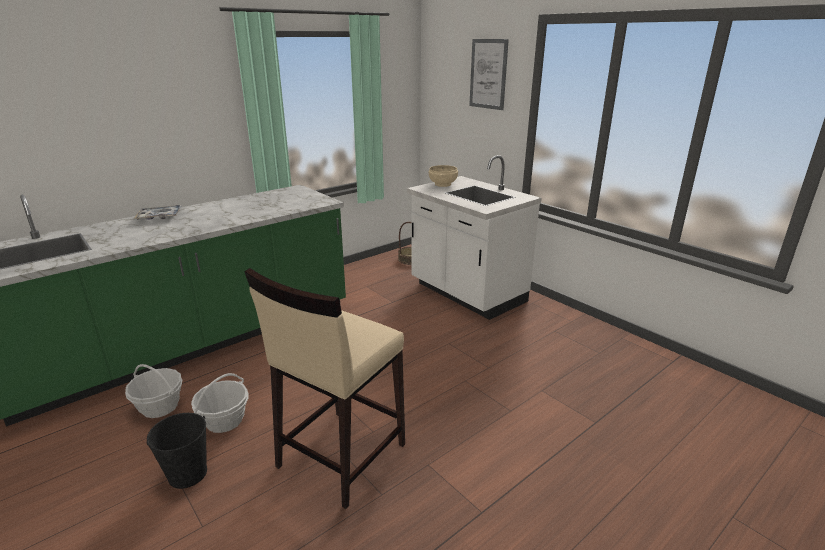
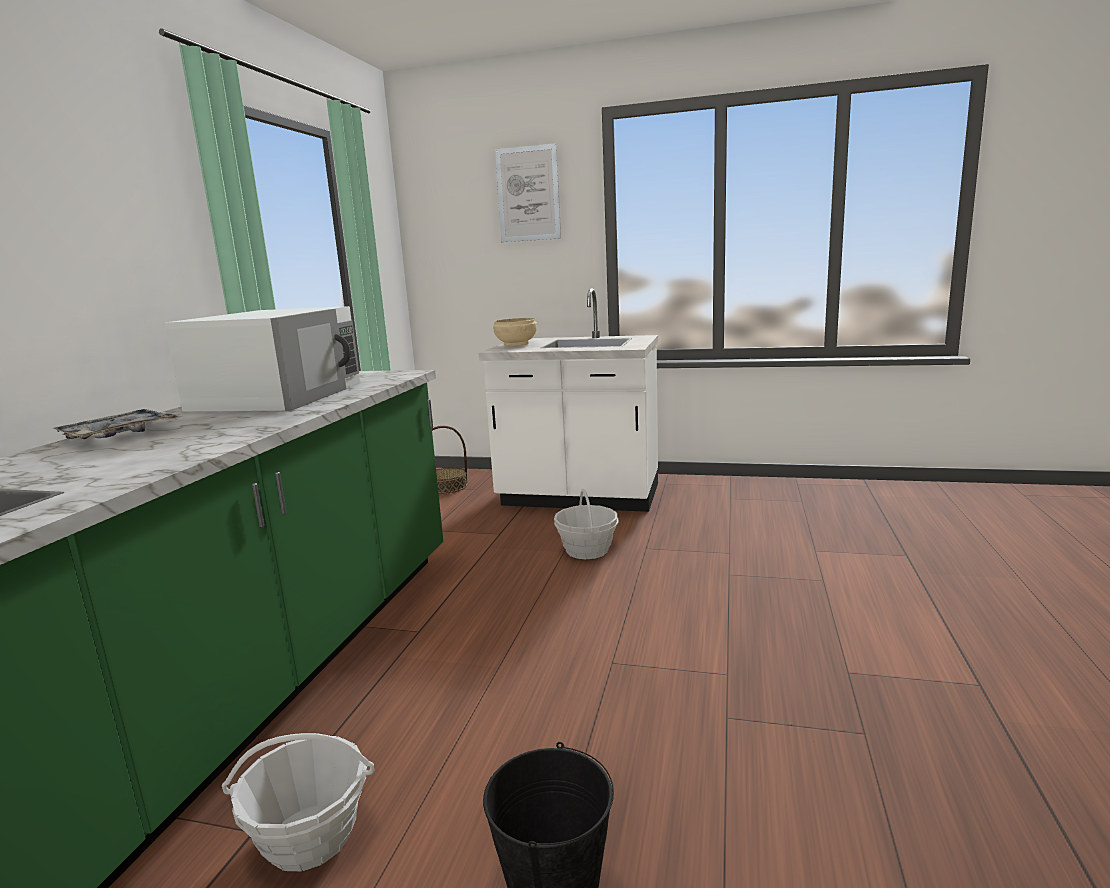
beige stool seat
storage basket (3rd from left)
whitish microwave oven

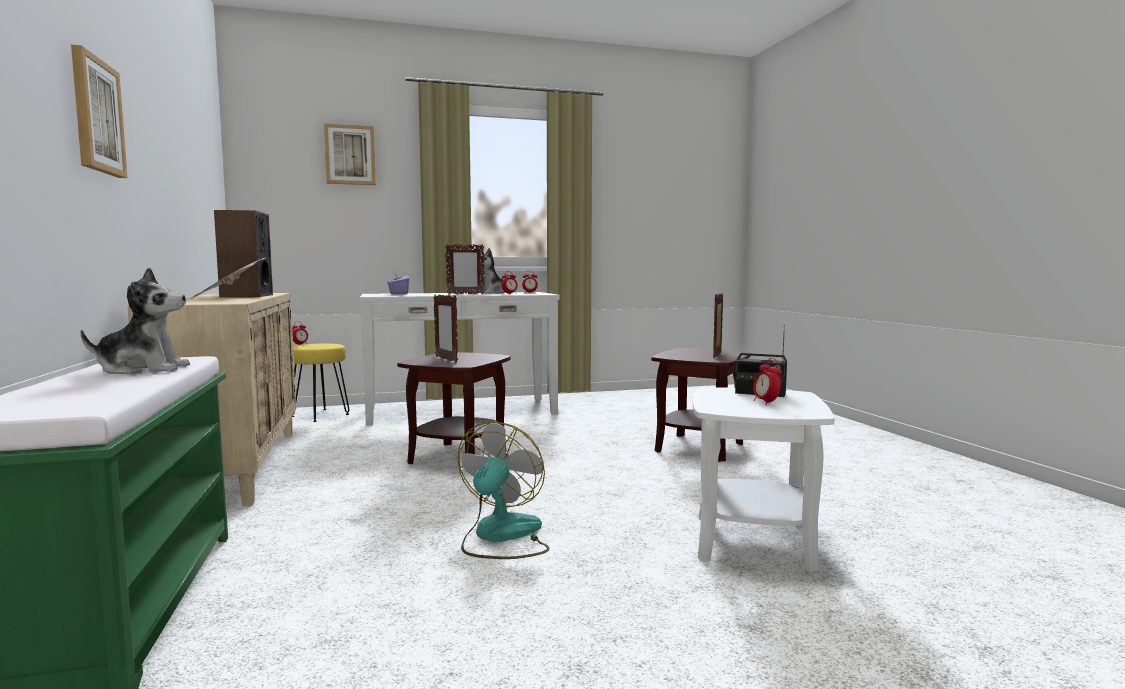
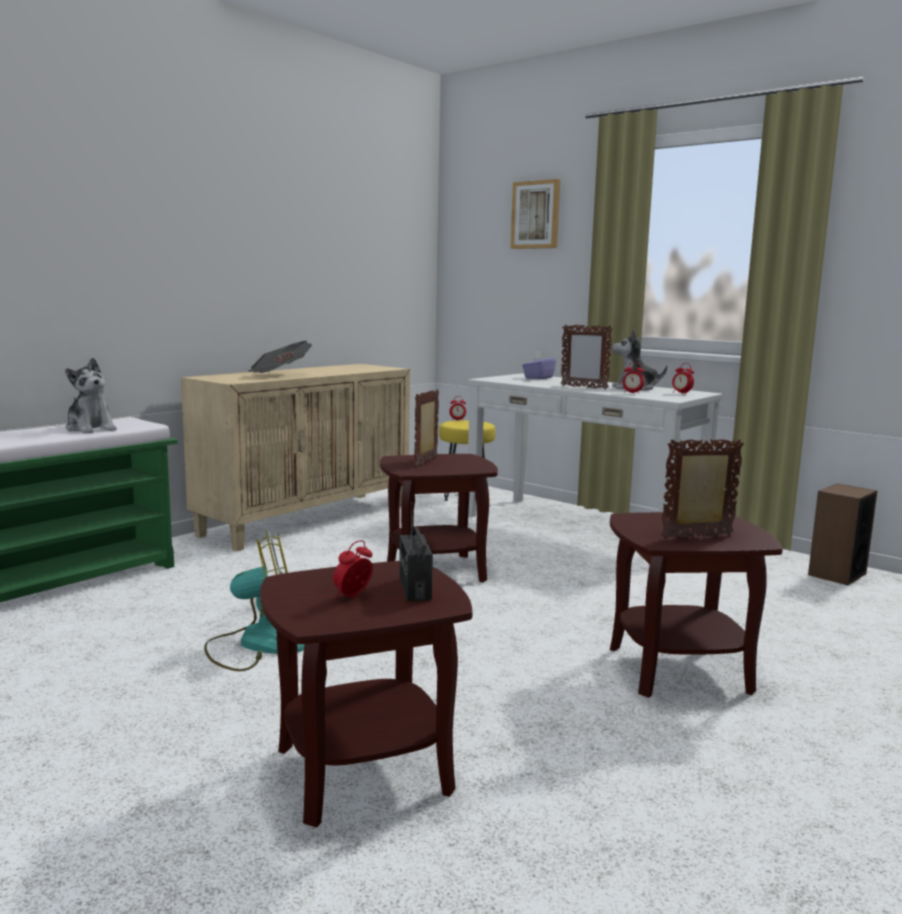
wall art (1st from left in the first image)
speaker
brown accent table (1st from left)

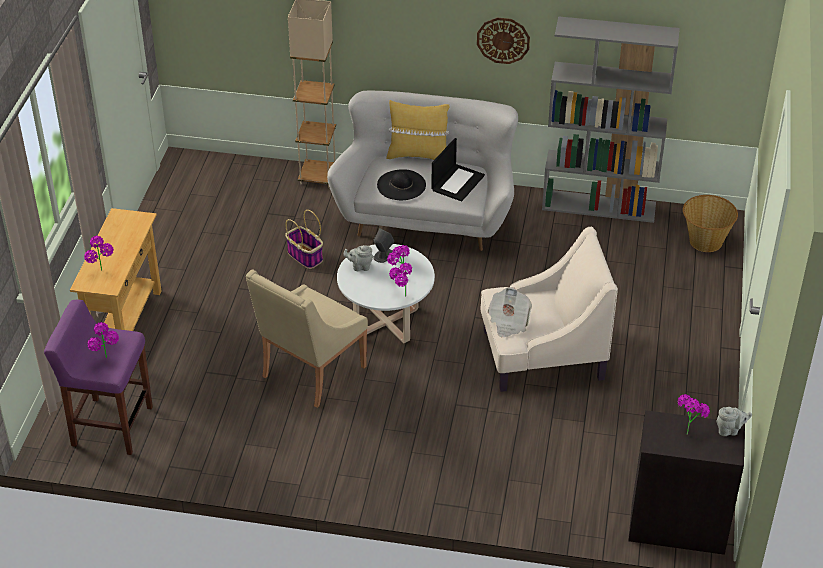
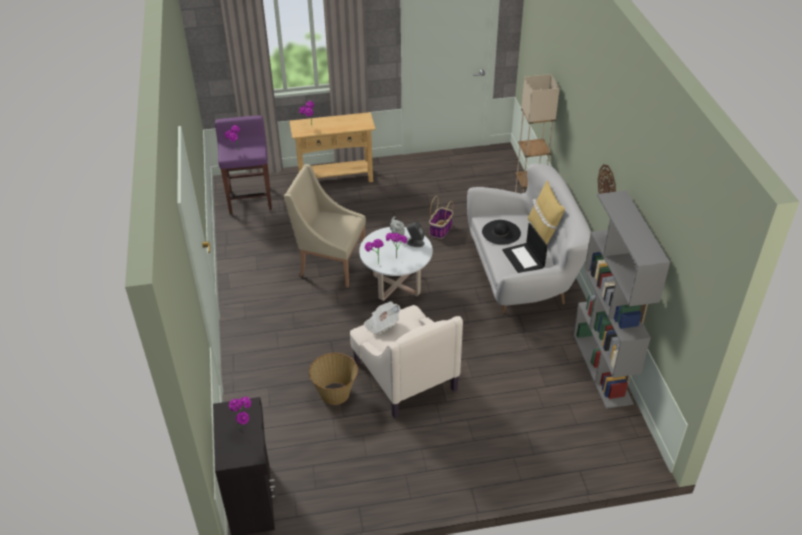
laptop
storage basket (1st from left)
gray tea pot (2nd from left in the first image)

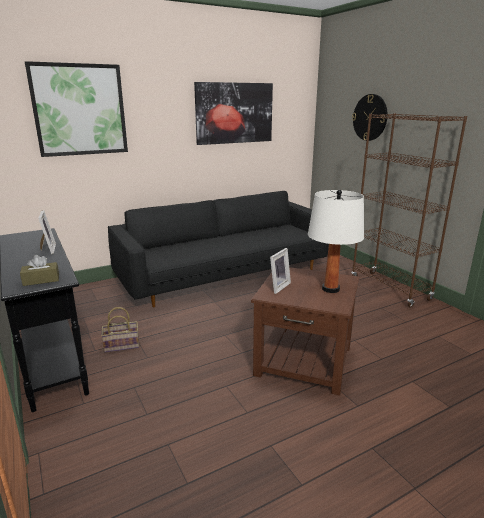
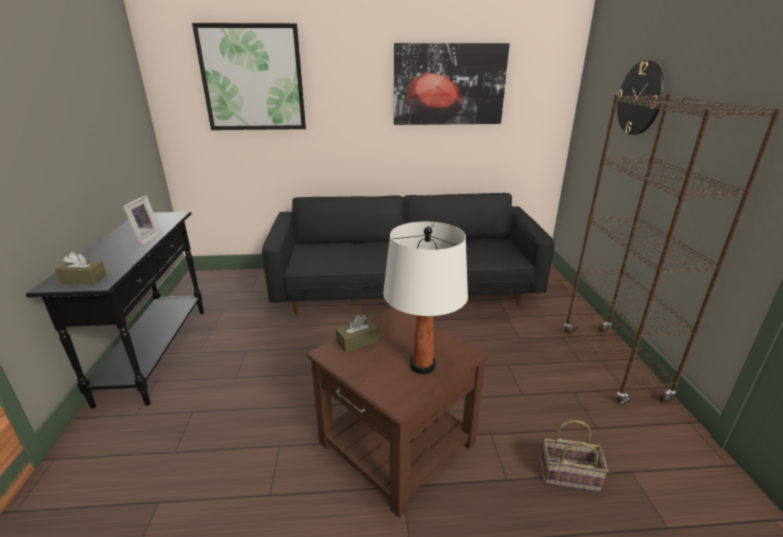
brown box of tissues (2nd from left)
storage basket

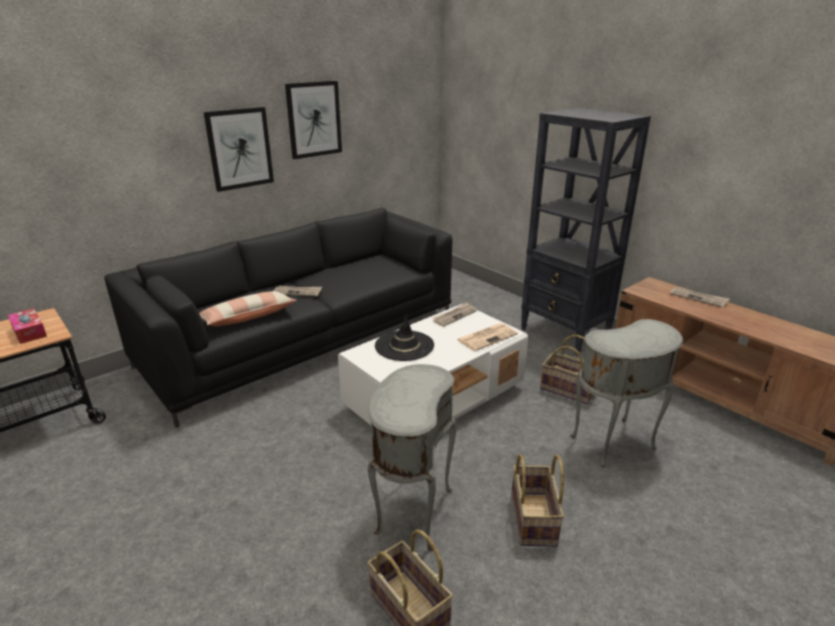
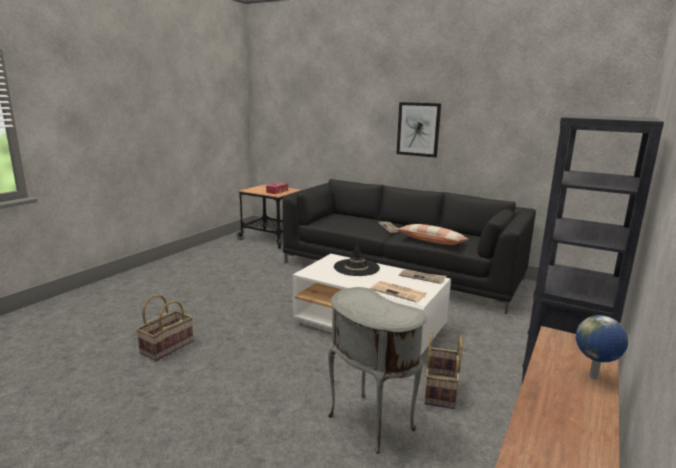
wall art (2nd from left in the first image)
desk globe
throw pillow
gray accent table (1st from left in the first image)
storage basket (2nd from left in the first image)

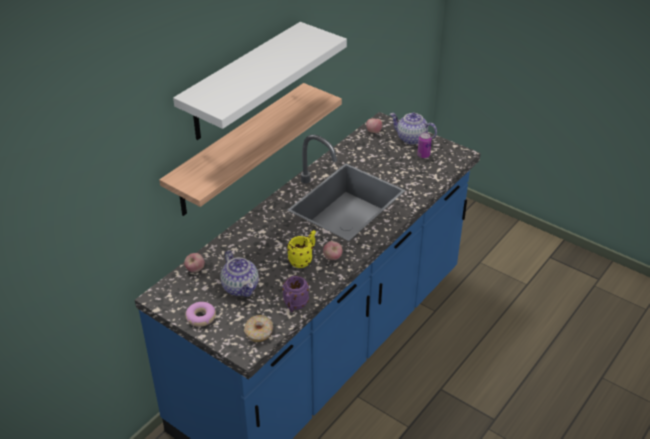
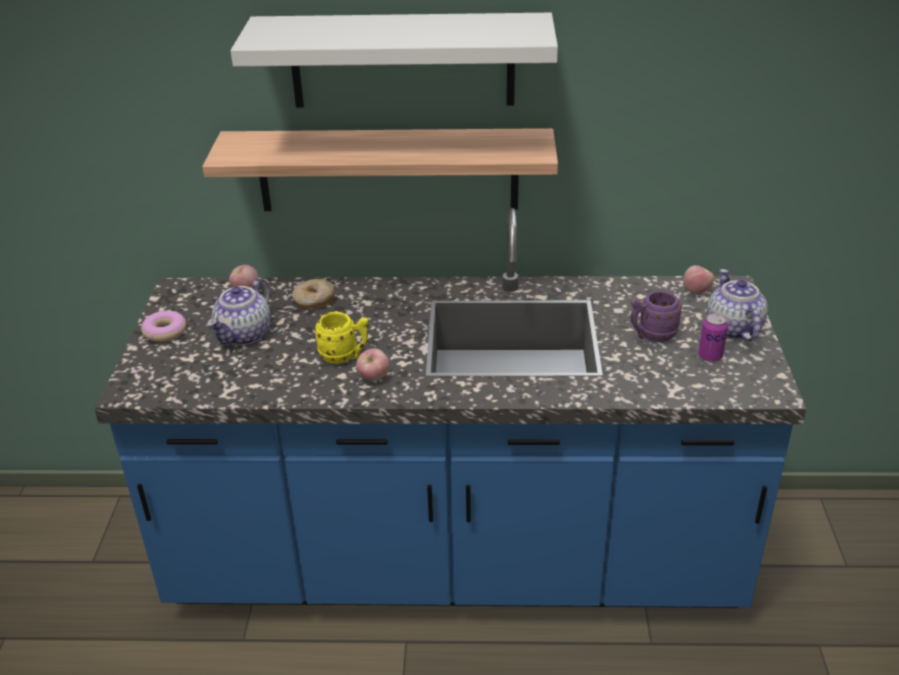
purple-coloured coffee mug
donut (2nd from left)

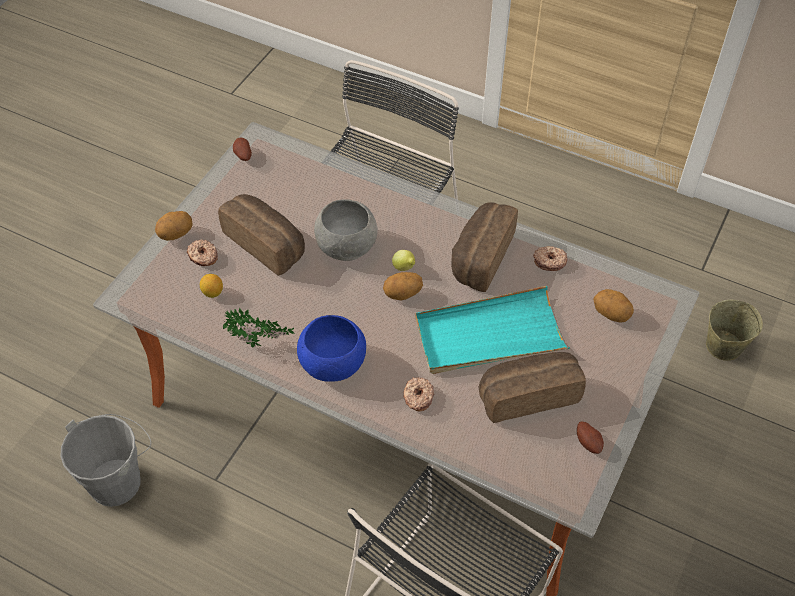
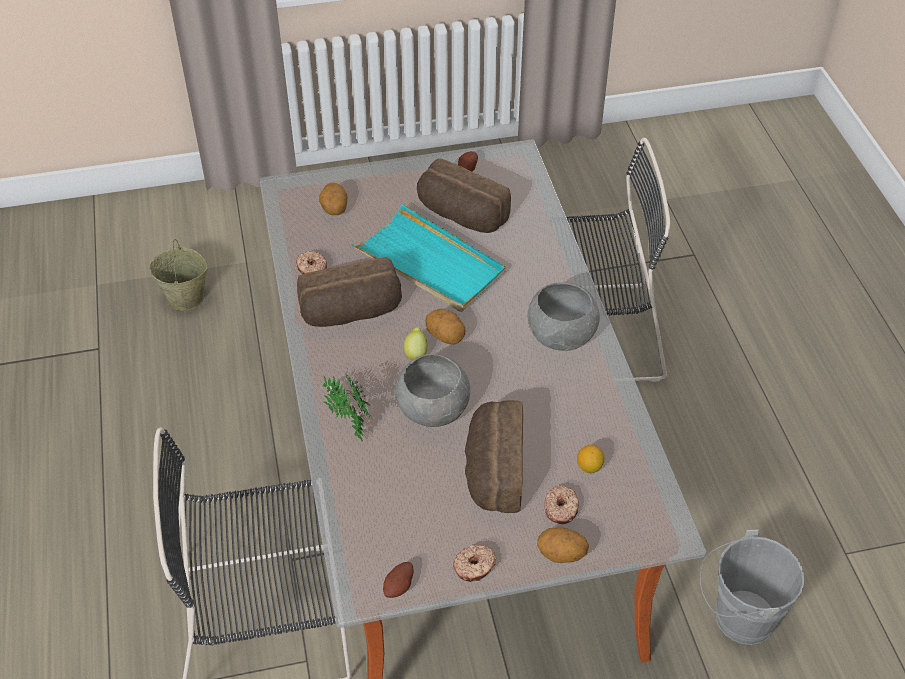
plant in a pot
gray bowl (2nd from left)
donut (2nd from left)

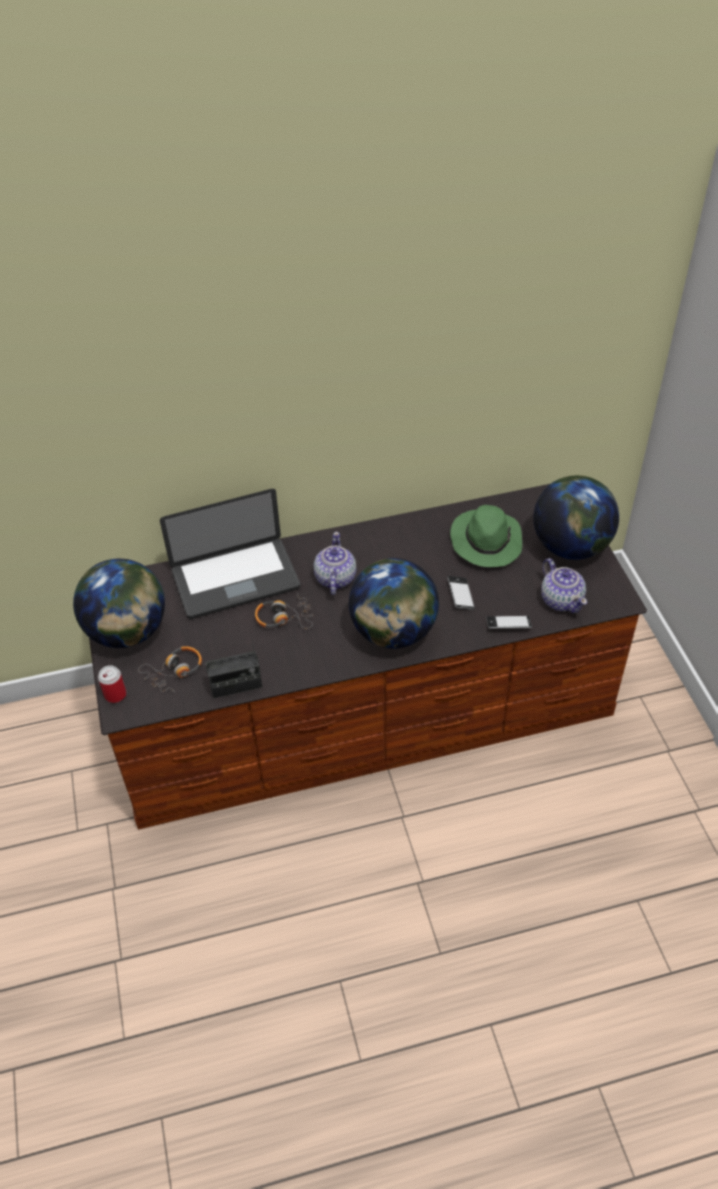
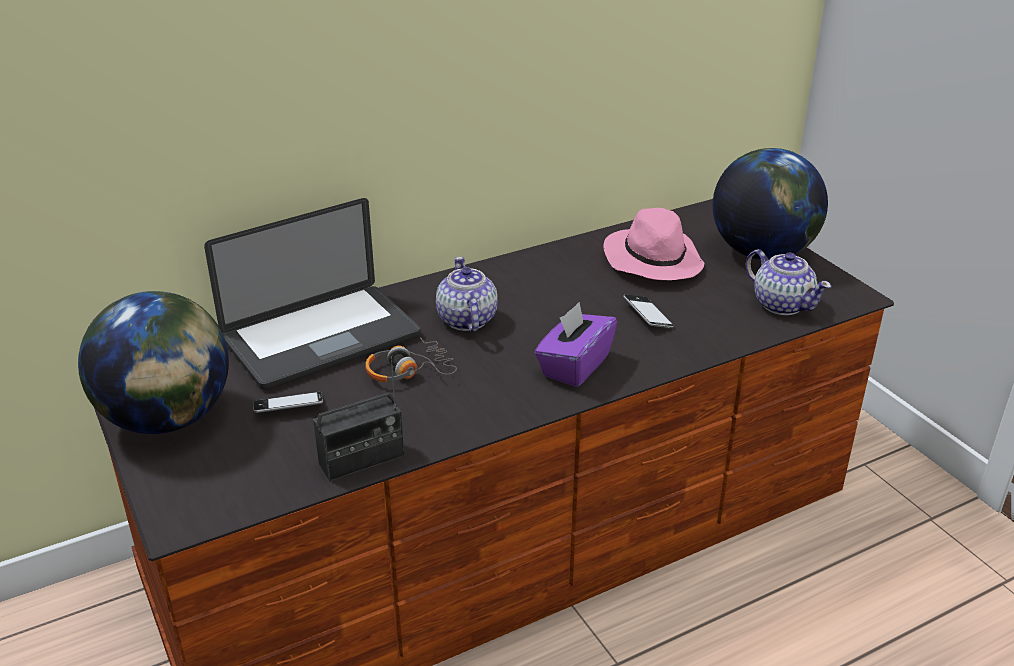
pinkish clothing hat
purple-coloured box of tissues
phone (1st from left)
pair of headphones (1st from left in the first image)
metal can

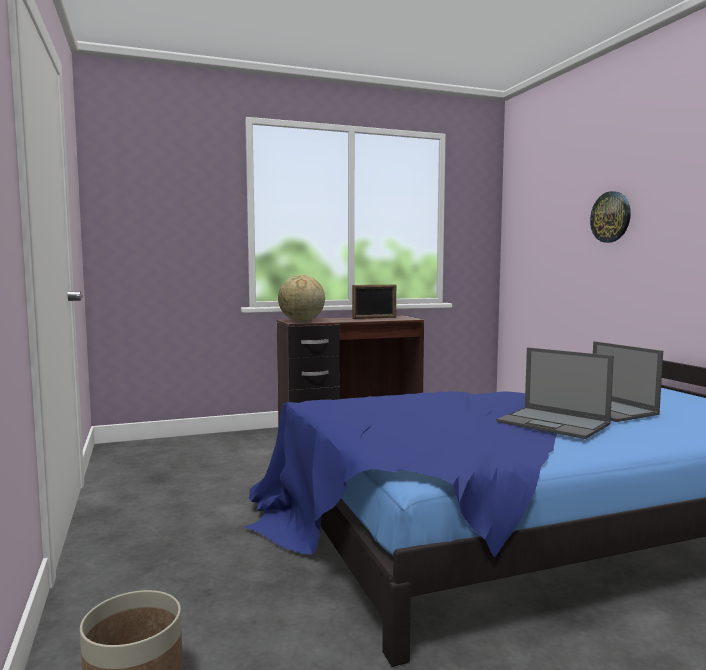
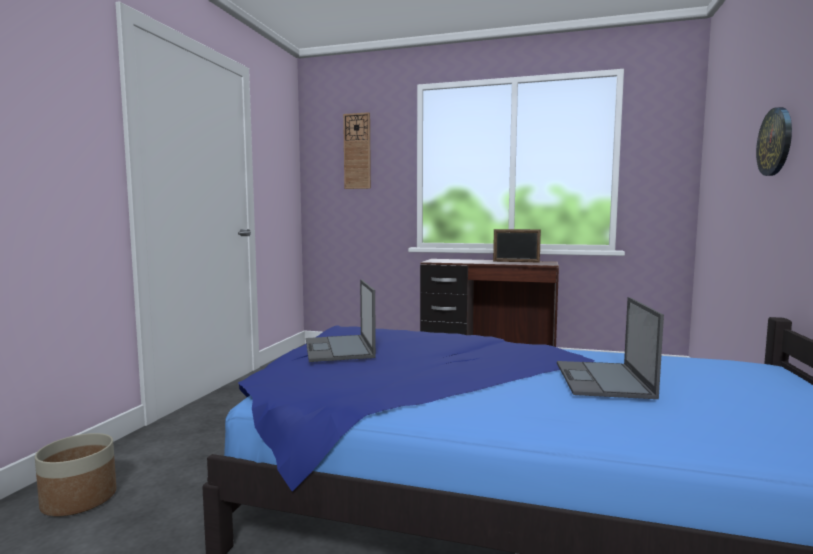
desk globe
laptop (1st from left)
wall clock (1st from left)

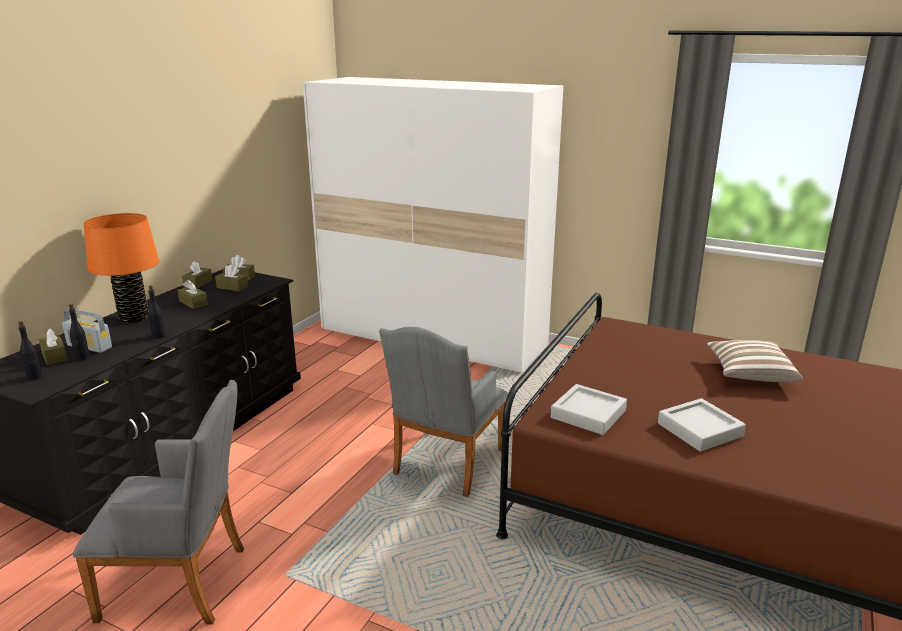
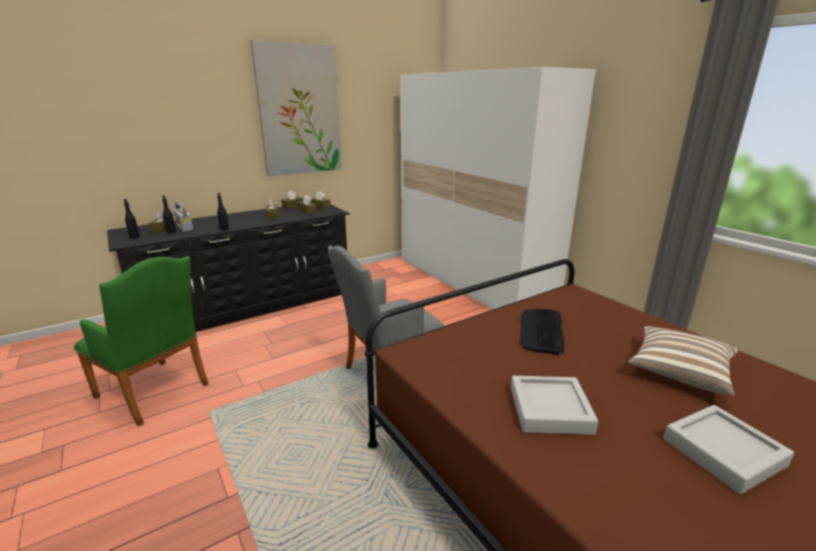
orangey lamp for a table
green-coloured lounge chair
gray serving tray (2nd from left)
wall art
computer keyboard

